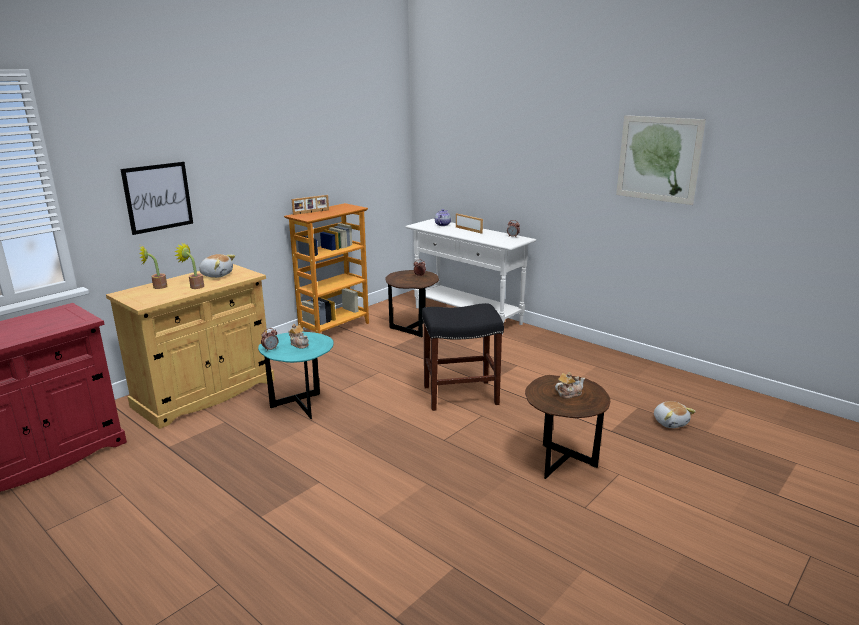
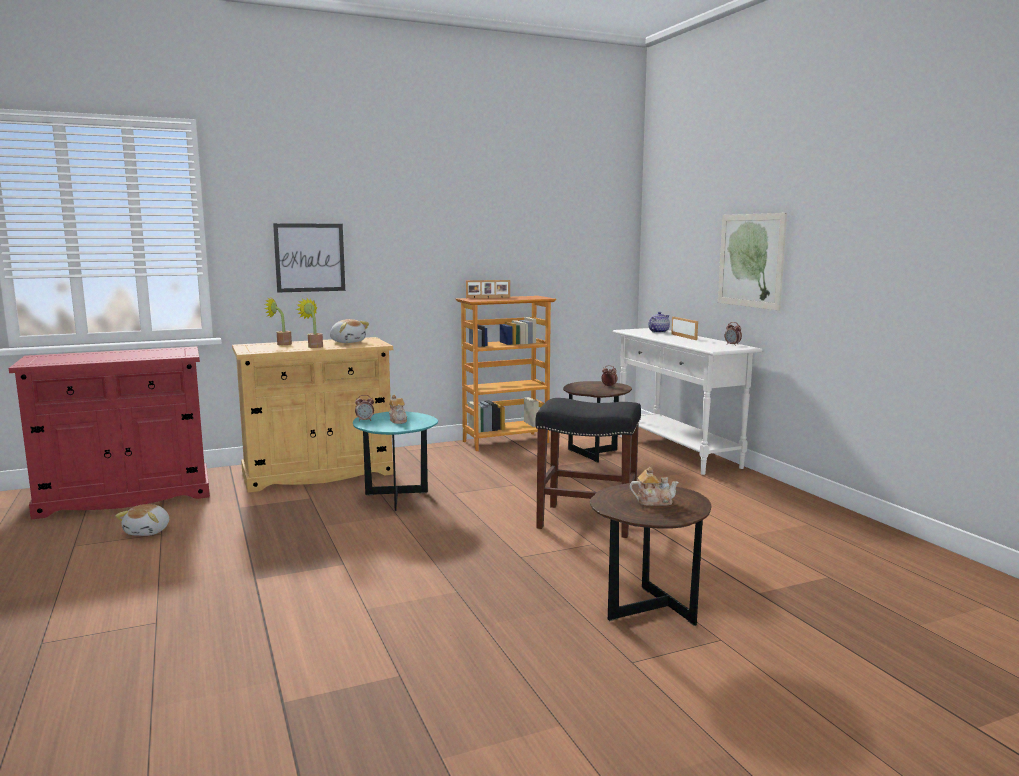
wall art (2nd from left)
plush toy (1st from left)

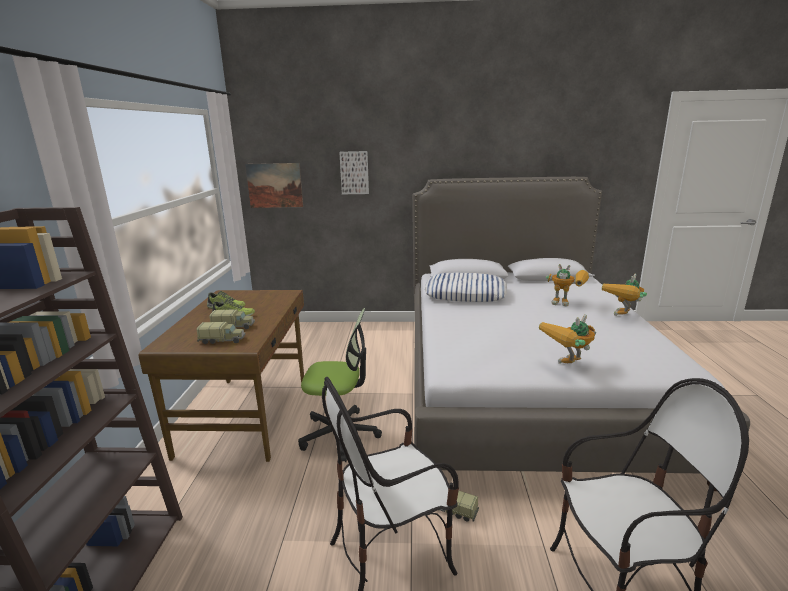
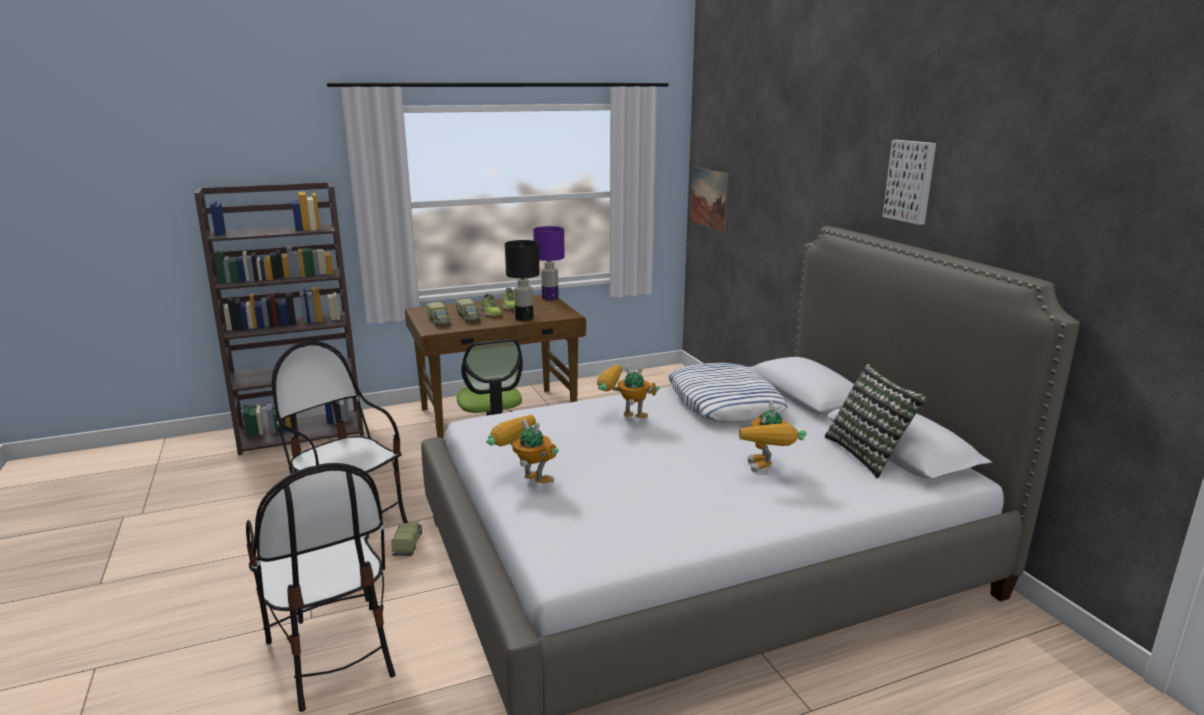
wall art (2nd from left)
robot figure (2nd from left)
purple-coloured lamp for a table
black lamp for a table
throw pillow (2nd from left)

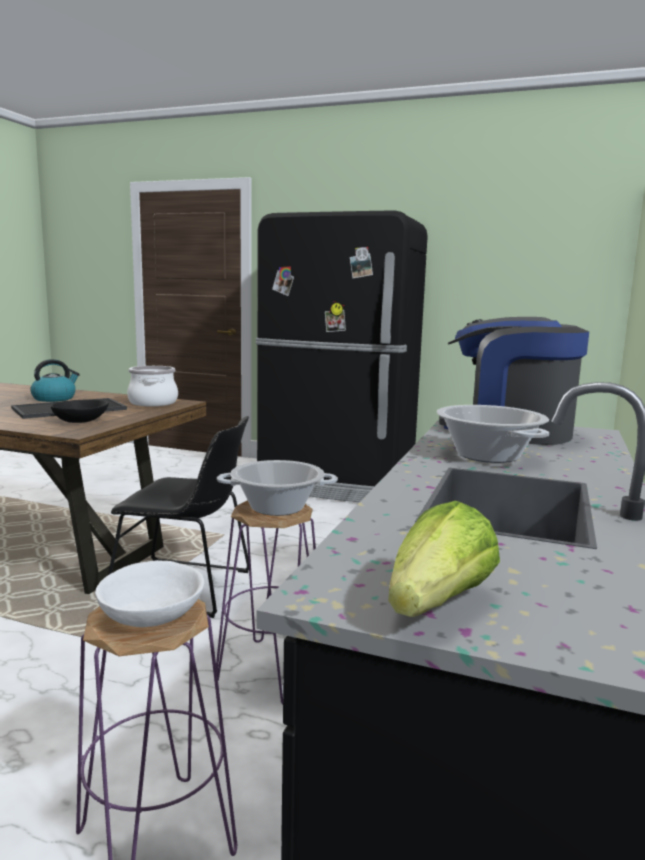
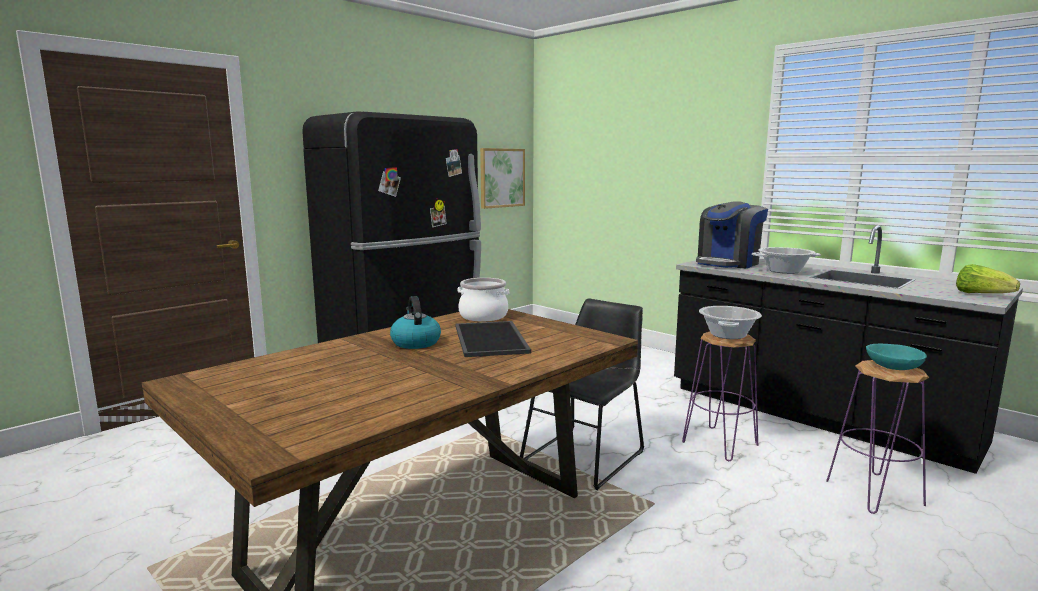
black bowl
turquoise bowl
wall art

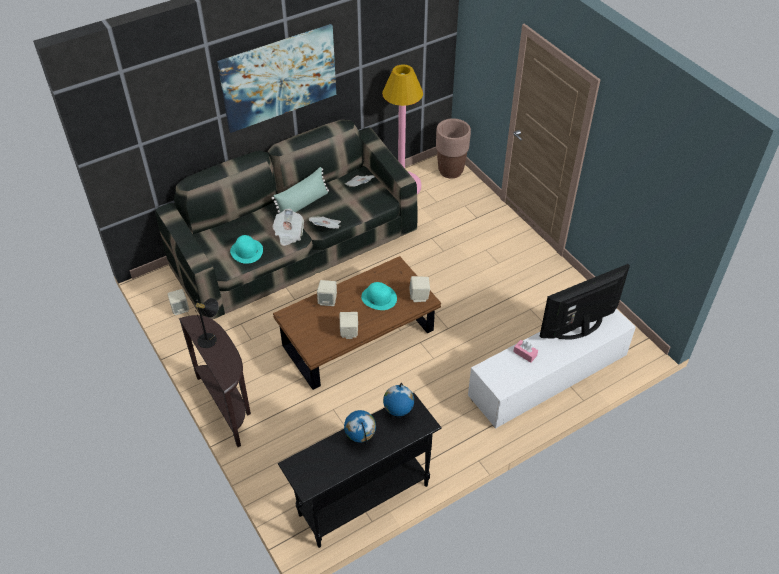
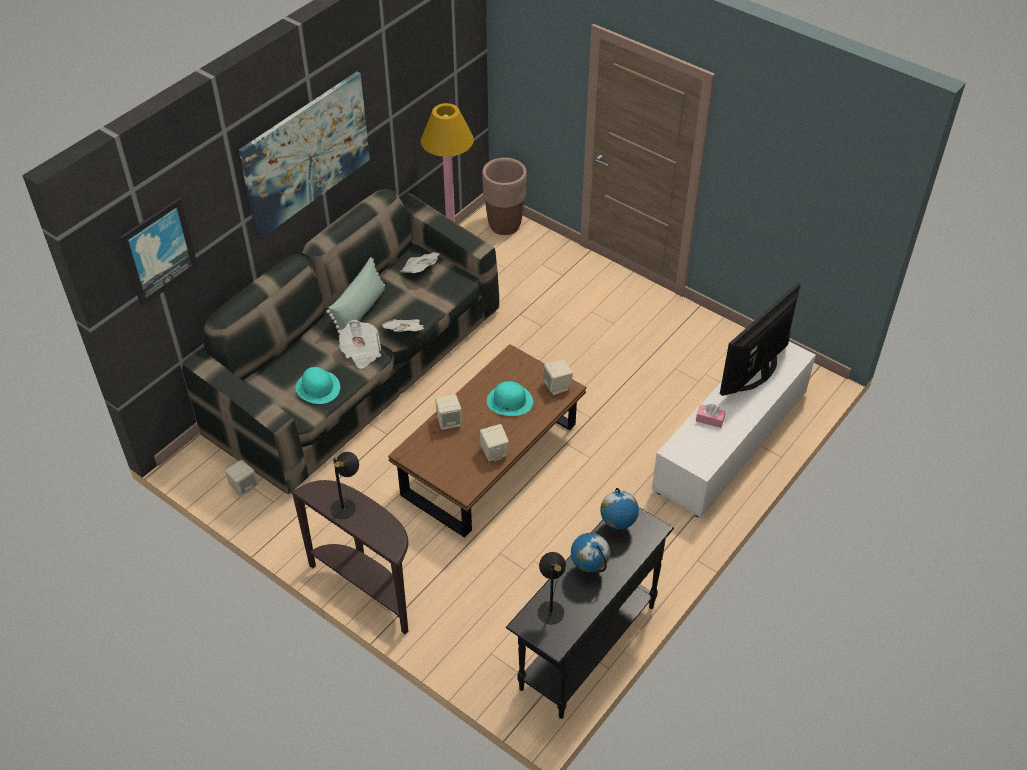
wall art (1st from left)
black lamp for a table (2nd from left)

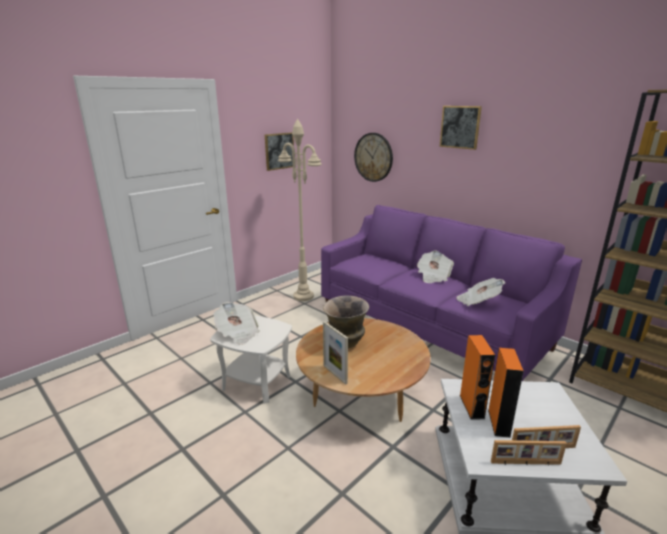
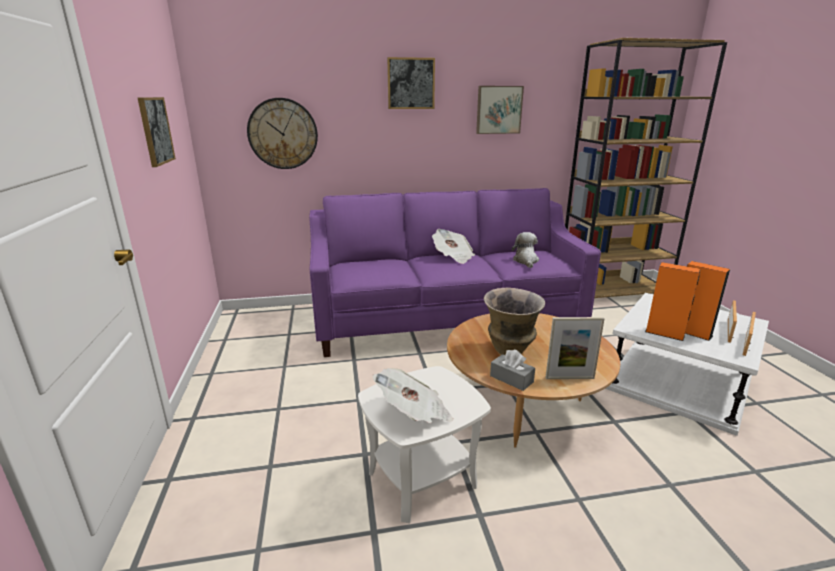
beige standard lamp
plush toy
wall art (3rd from left)
gray box of tissues

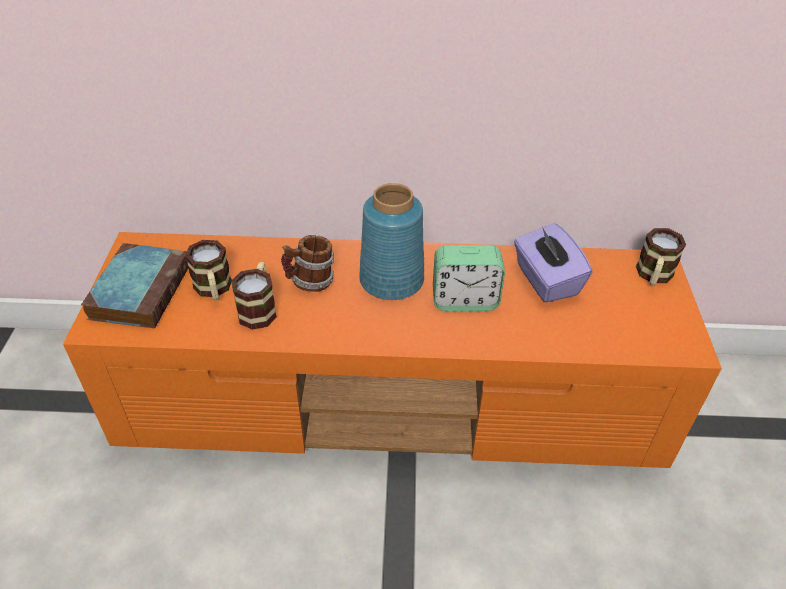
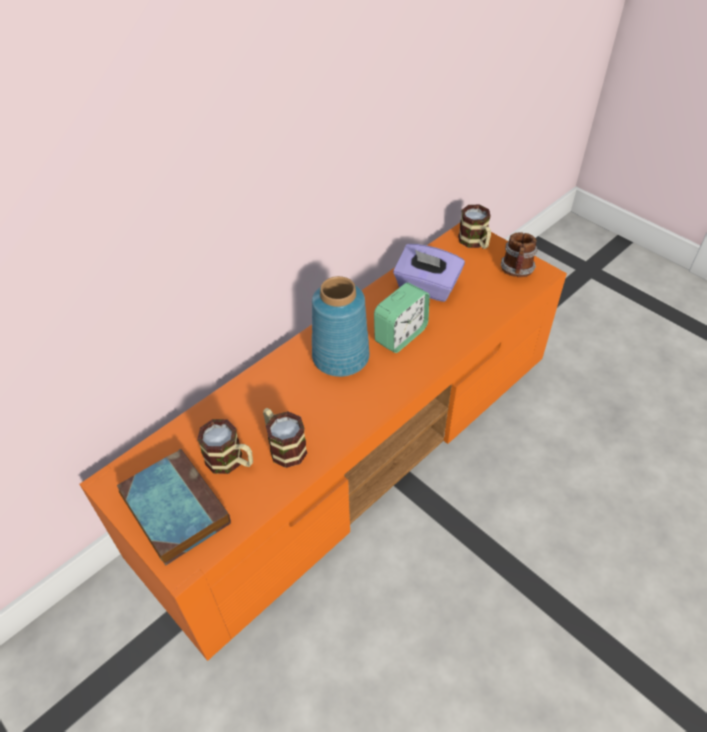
coffee mug (4th from left)

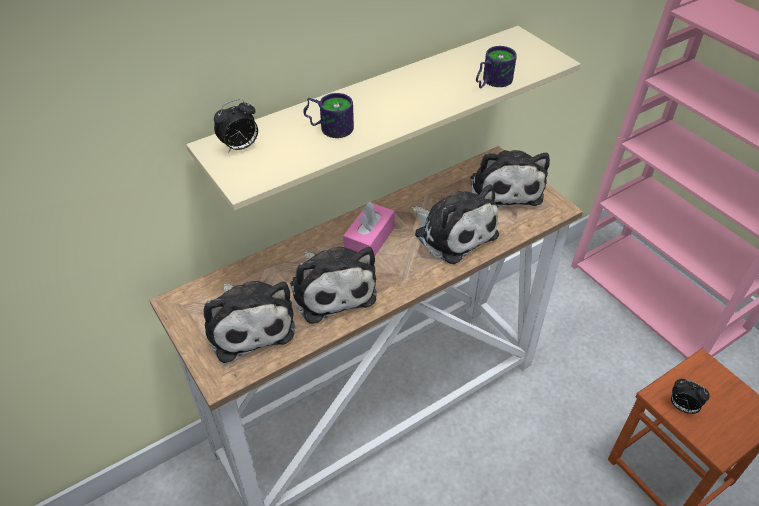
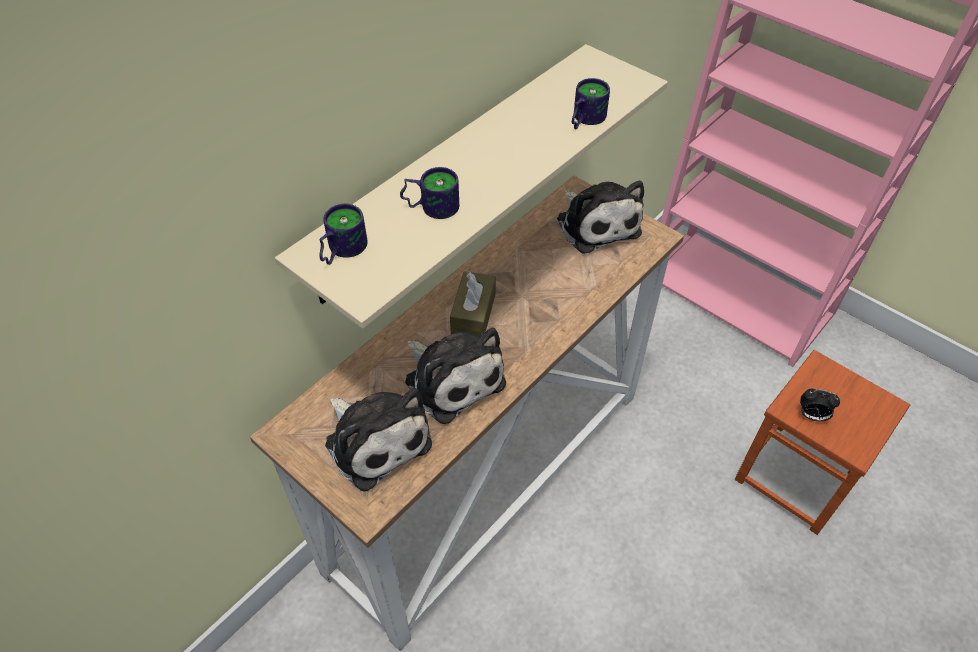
coffee mug (1st from left)
plush toy (3rd from left in the first image)
brown box of tissues

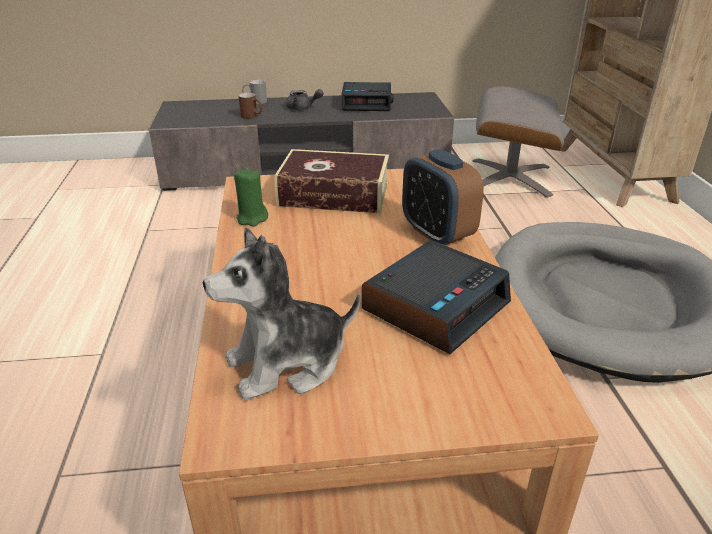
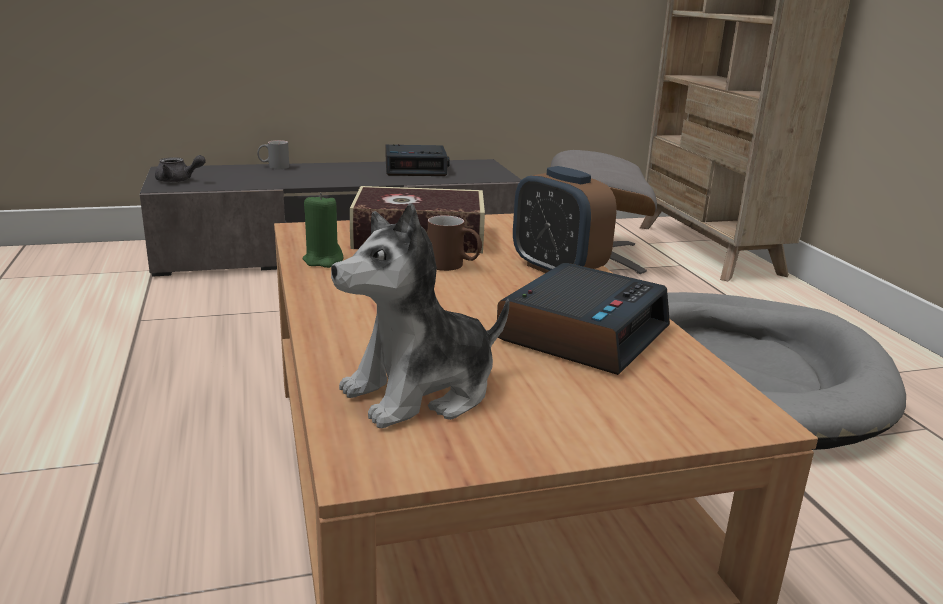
gray tea pot
brown coffee mug

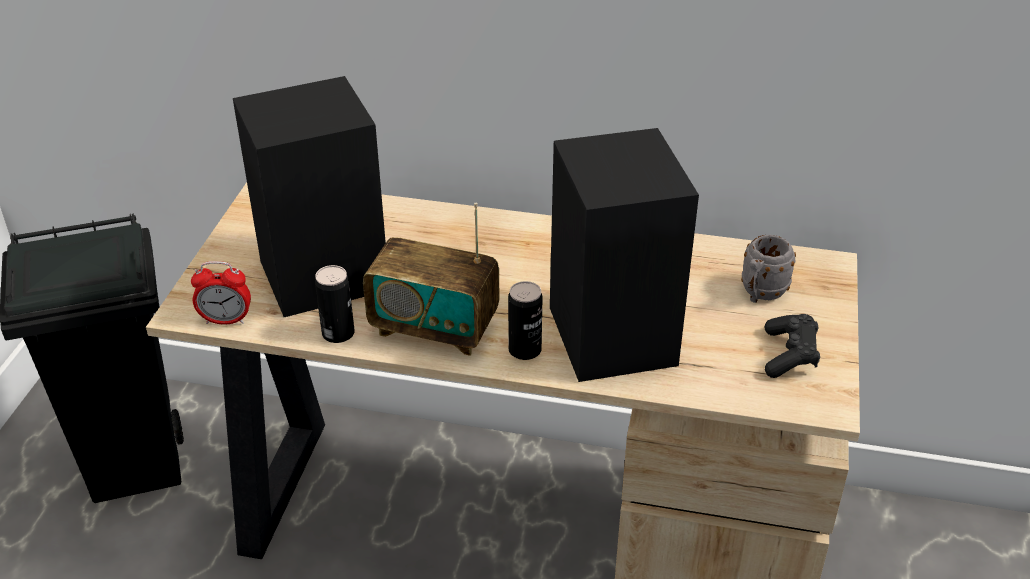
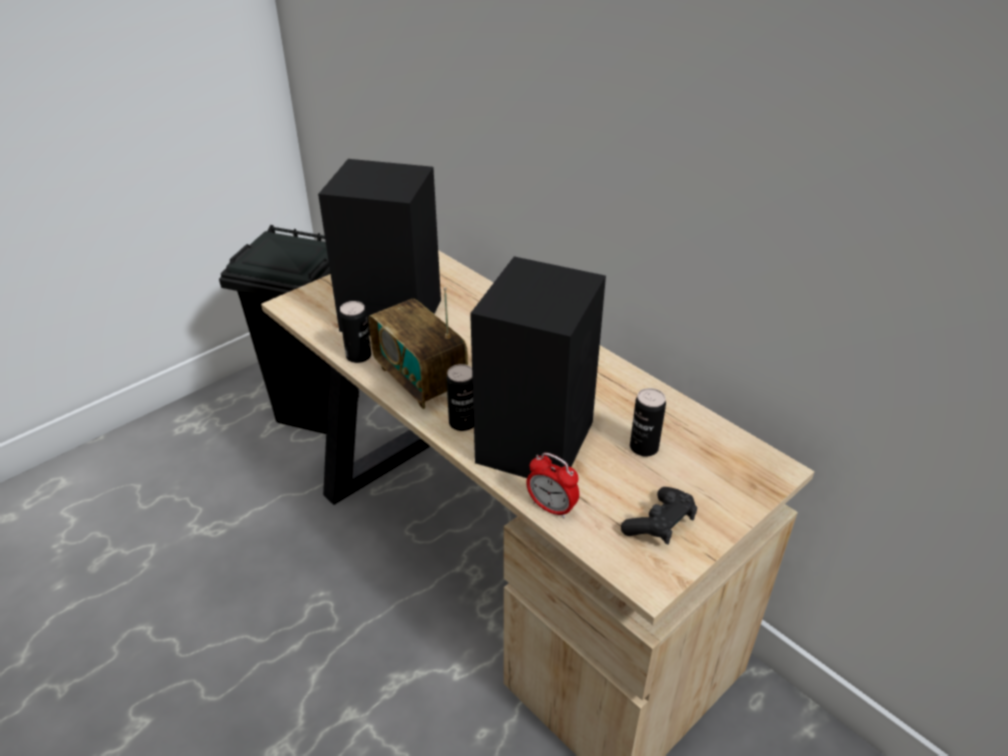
gray coffee mug
table clock
metal can (3rd from left)

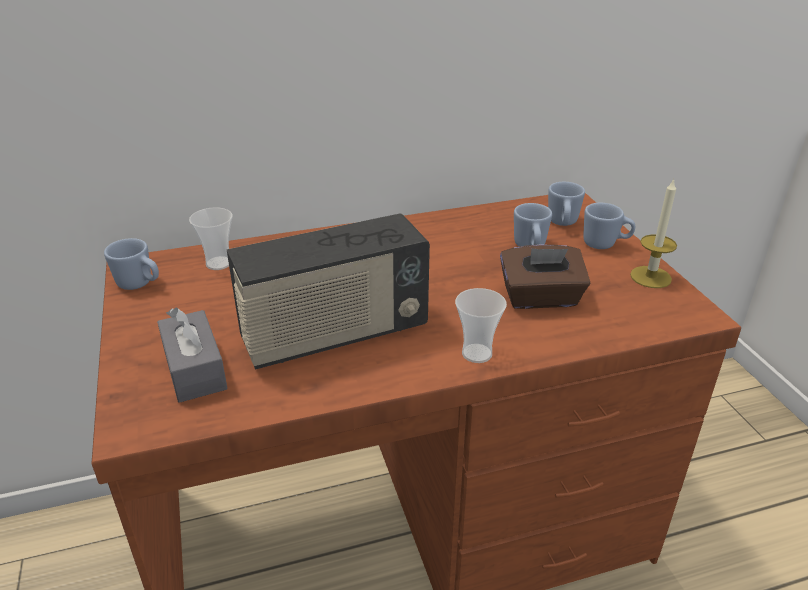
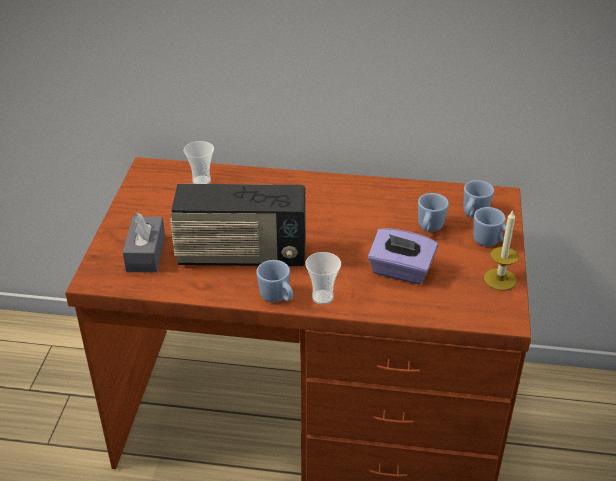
blue-coloured coffee mug (1st from left)
purple-coloured box of tissues

